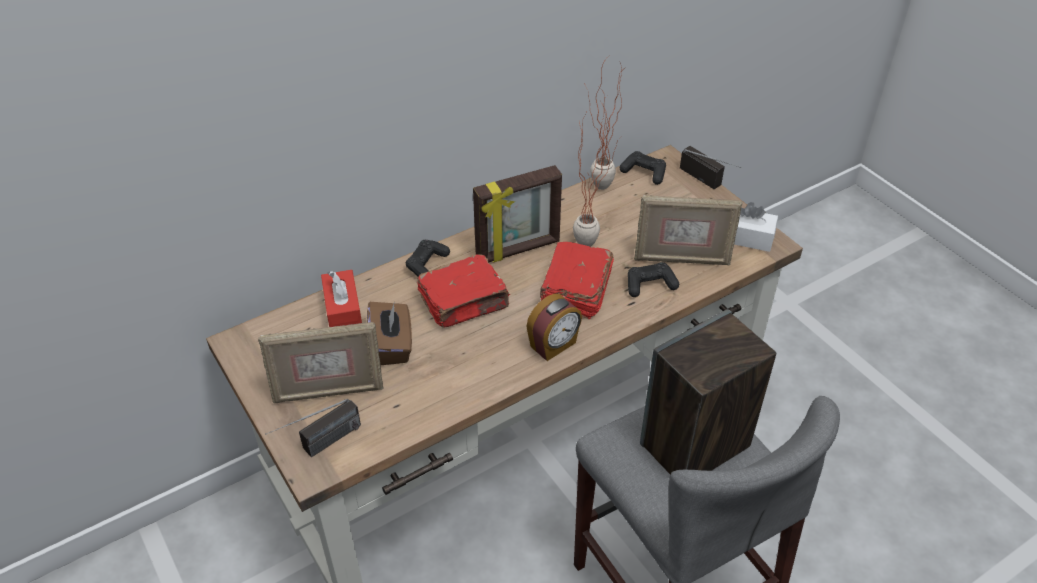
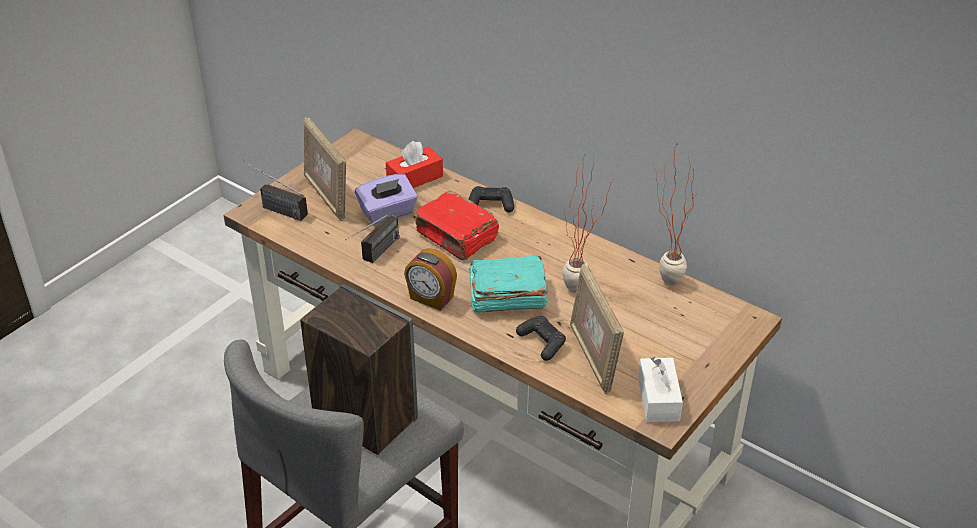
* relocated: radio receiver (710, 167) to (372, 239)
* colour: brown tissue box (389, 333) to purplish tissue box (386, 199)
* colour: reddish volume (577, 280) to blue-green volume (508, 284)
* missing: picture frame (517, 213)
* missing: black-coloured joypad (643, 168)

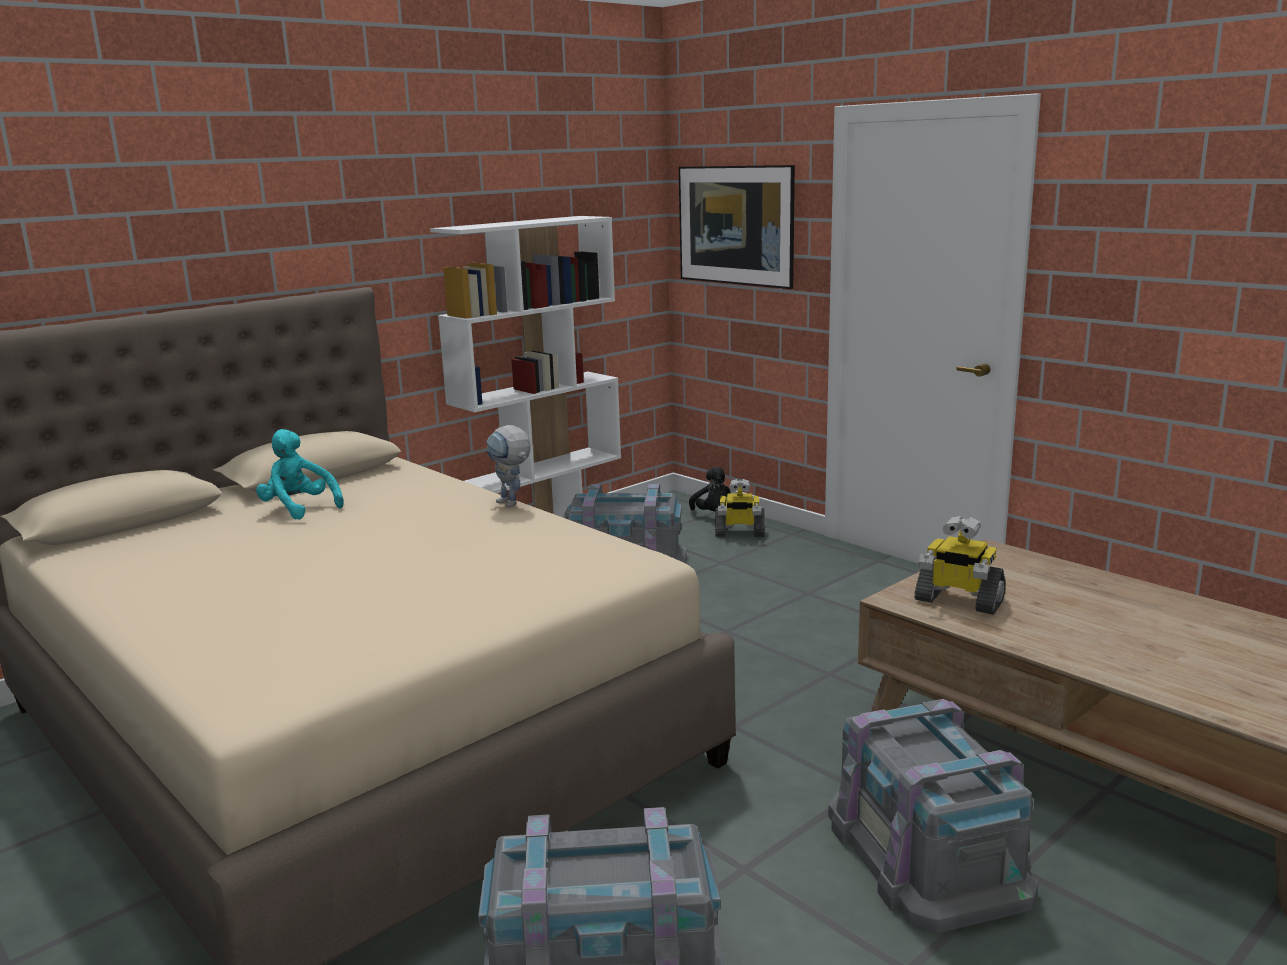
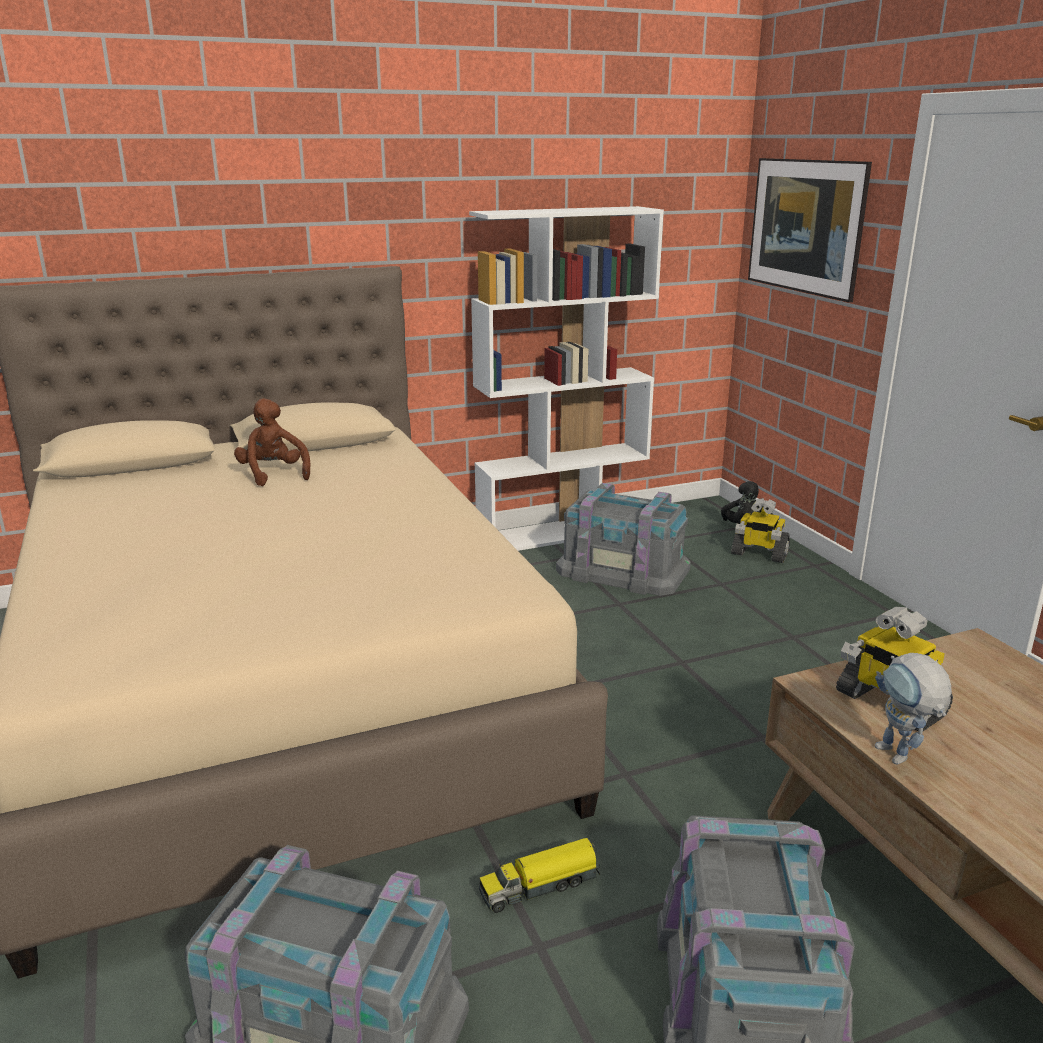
* colour: blue-green cuddly toy (300, 474) to brown cuddly toy (272, 442)
* appeared: toy lorry (539, 875)
* relocated: robot figure (508, 466) to (913, 709)

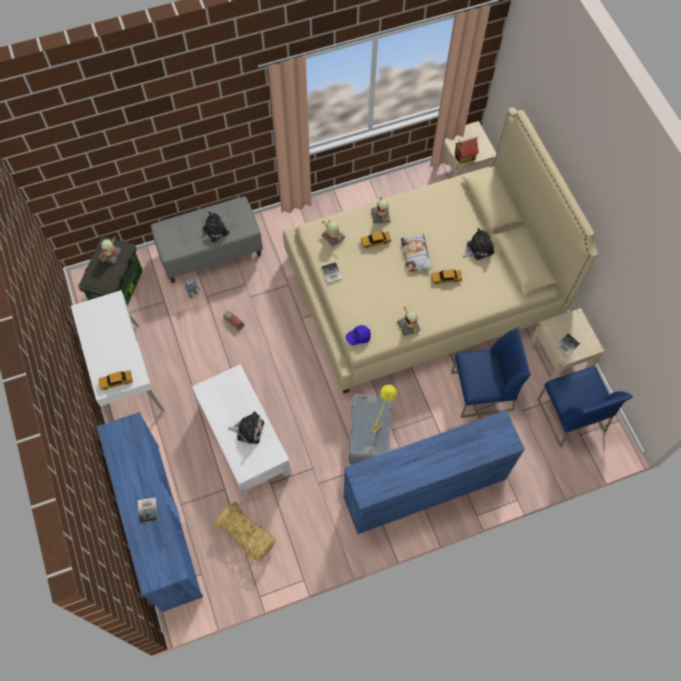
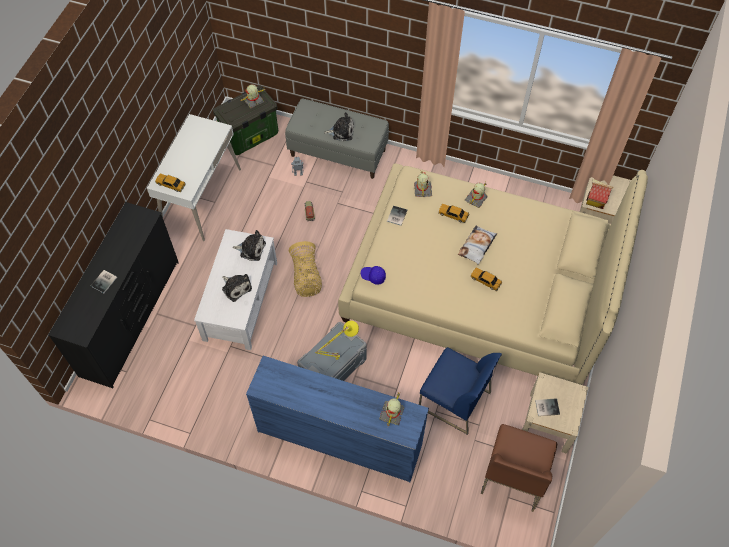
* colour: blue-coloured dresser (150, 512) to black-coloured dresser (113, 295)
* relocated: cuddly toy (478, 244) to (249, 245)
* relocated: household basket (245, 531) to (305, 269)
* relocated: robot figure (409, 321) to (391, 409)
* colour: blue-coloured chair (585, 407) to brown chair (519, 468)

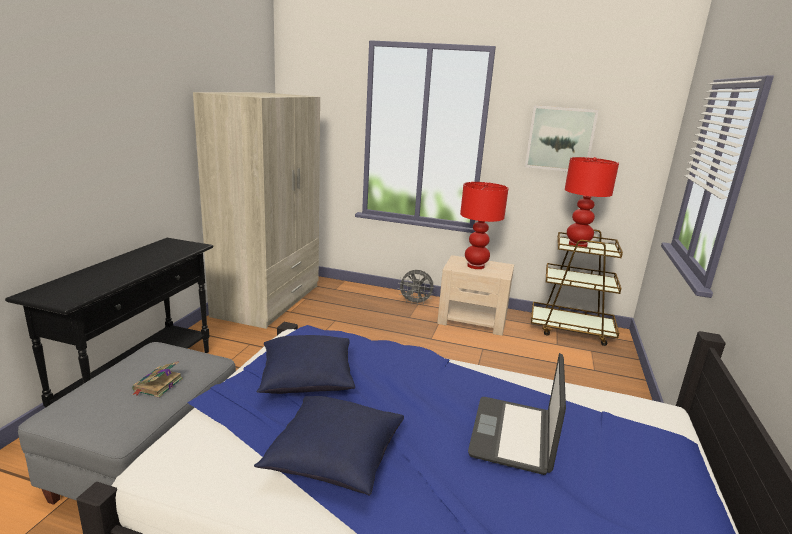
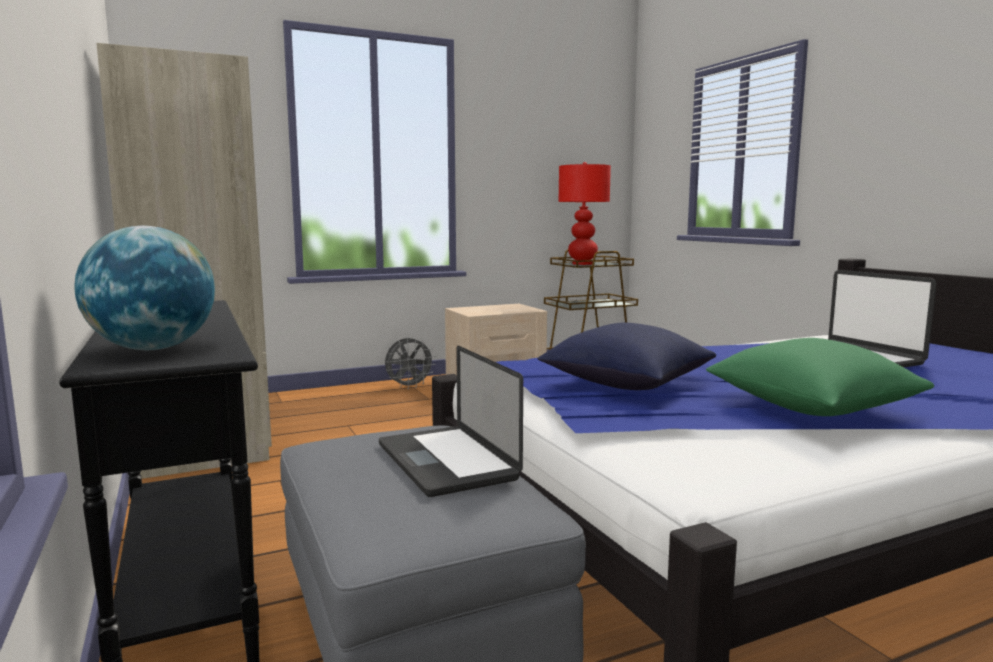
* appeared: globe (144, 288)
* exchanged: volume (157, 379) to portable computer (451, 421)
* colour: blue-coloured throw pillow (329, 446) to green-coloured throw pillow (820, 377)
* missing: reddish table lamp (484, 225)
* missing: wall picture (562, 138)

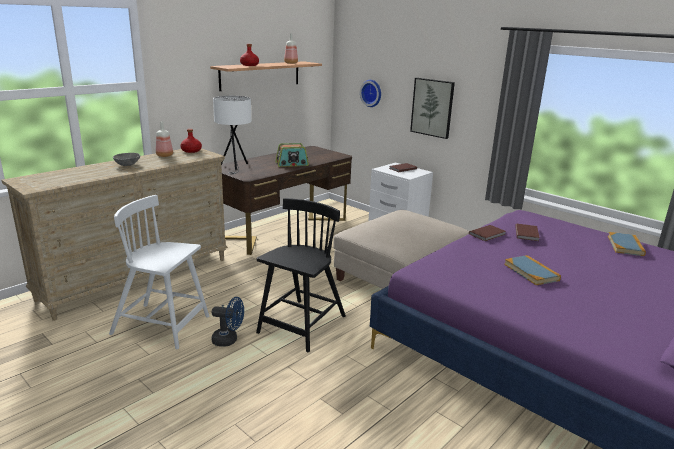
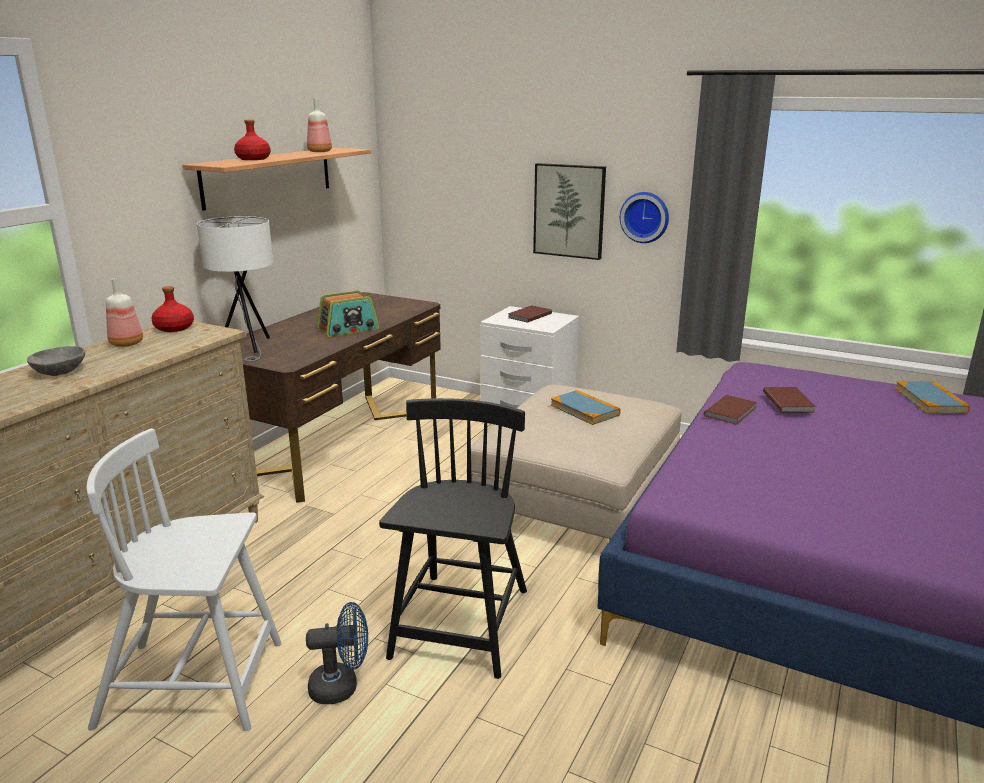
* relocated: volume (532, 270) to (585, 407)
* relocated: clock on the wall (370, 93) to (644, 217)

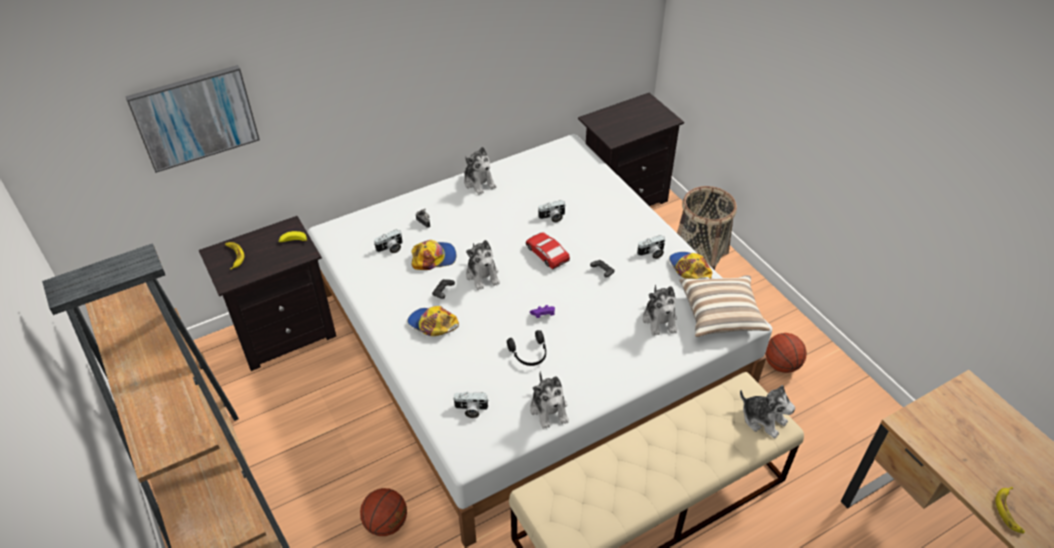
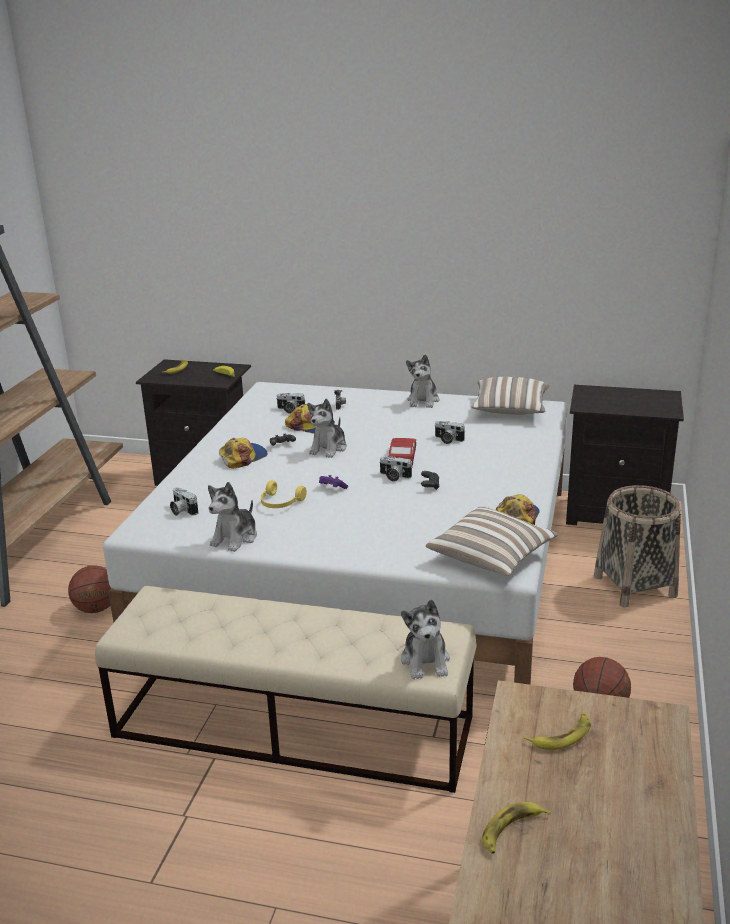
* spun: cap (433, 321) = (243, 453) 60 degrees clockwise
* colour: black-coloured headset (526, 348) to yellowish headset (284, 494)
* relocated: photo camera (651, 247) to (396, 468)
* appeared: throw pillow (510, 396)
* appeared: banana fruit (558, 731)
* missing: wall picture (192, 119)
* missing: cuddly toy (660, 310)

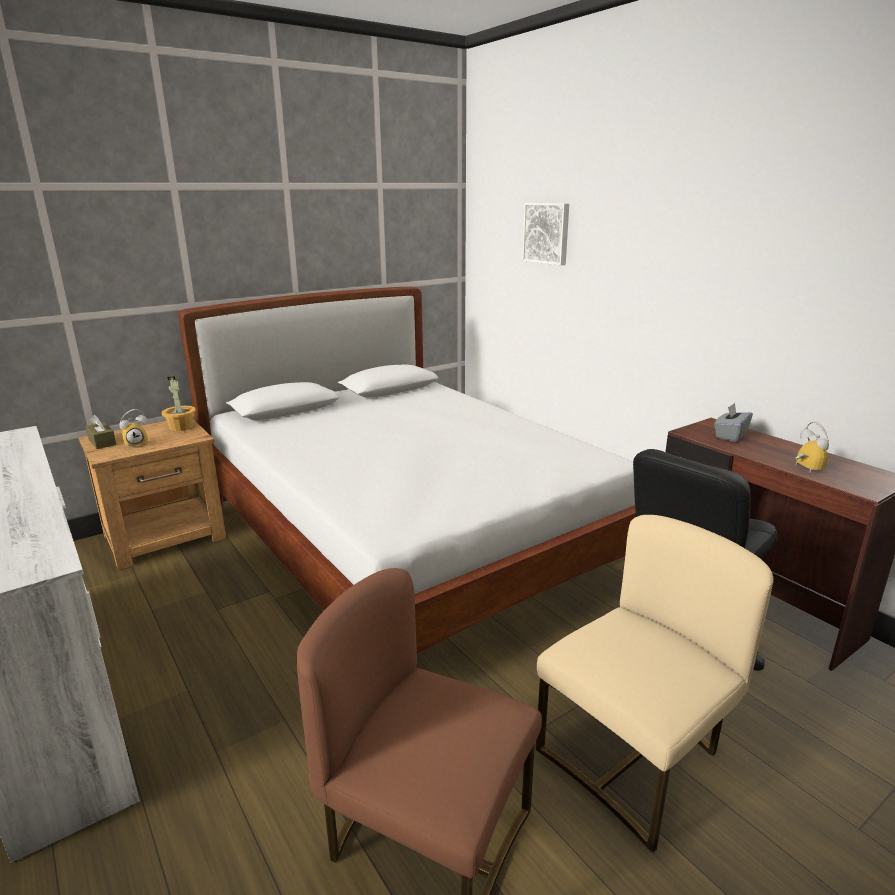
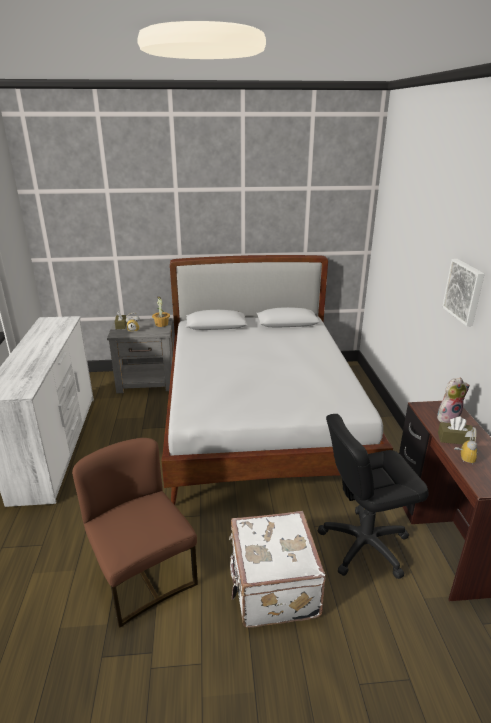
* colour: brown nightstand (152, 495) to gray nightstand (140, 356)
* exchanged: sand-coloured chair (654, 684) to white-coloured travel case (277, 569)
* exchanged: gray tissue box (733, 422) to cuddly toy (453, 400)
* appeared: brown tissue box (456, 431)
* relocated: wall picture (545, 234) to (463, 292)

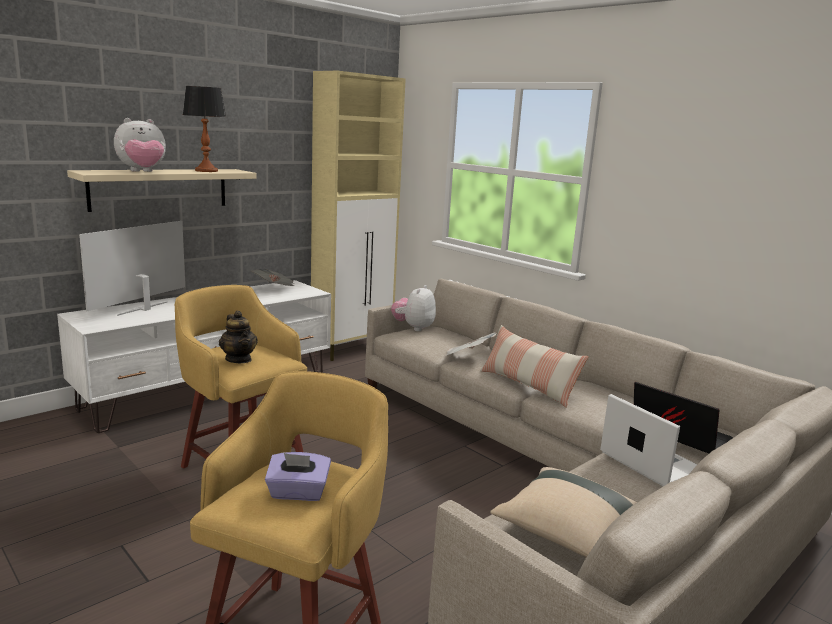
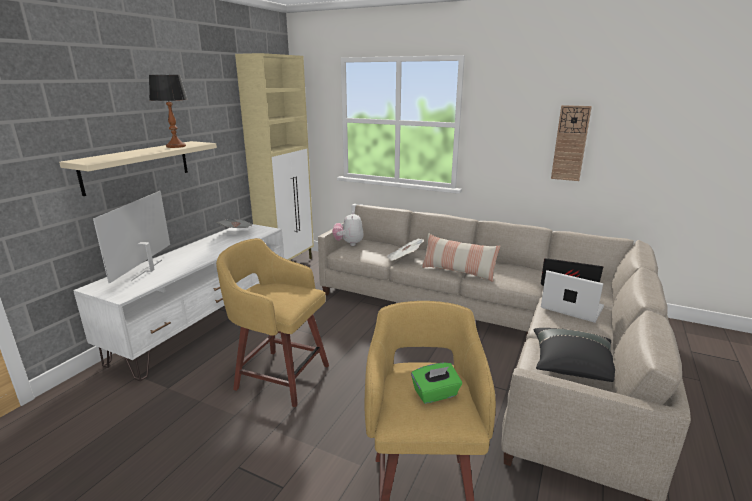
* colour: purplish tissue box (298, 476) to green-coloured tissue box (436, 383)
* colour: sand-coloured throw pillow (563, 512) to black-coloured throw pillow (574, 355)
* appeared: clock on the wall (571, 143)
* missing: cuddly toy (140, 145)
* missing: pot for tea (238, 337)

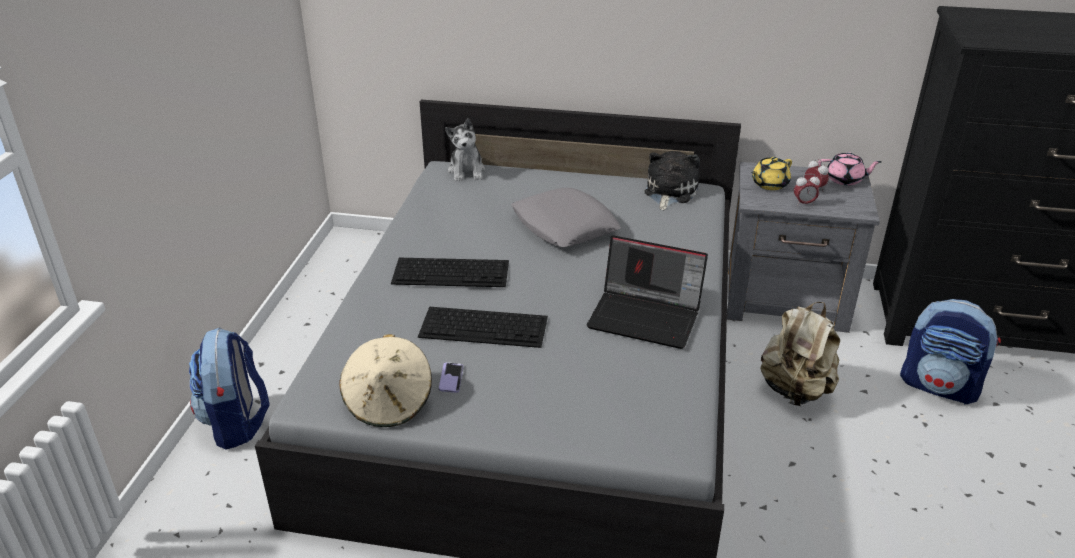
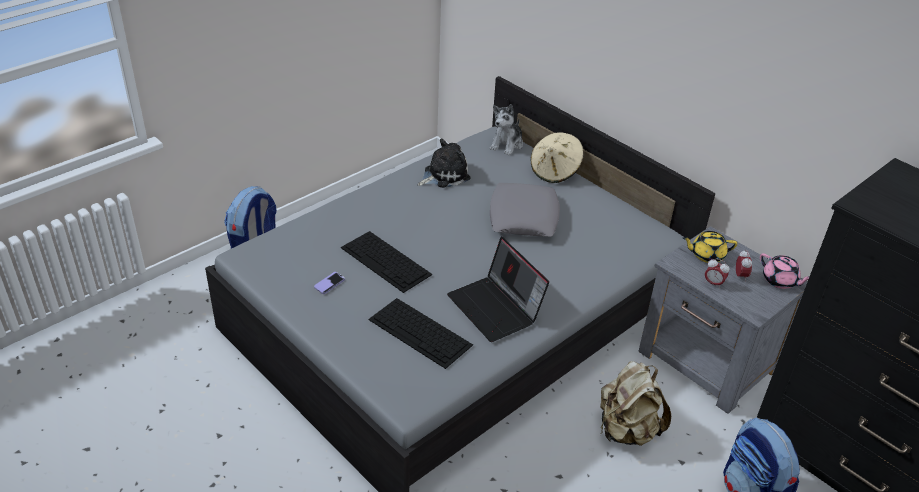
* relocated: keyboard (450, 272) to (421, 333)
* relocated: cuddly toy (672, 180) to (444, 163)
* relocated: sand-coloured wearable hat (385, 380) to (557, 157)

